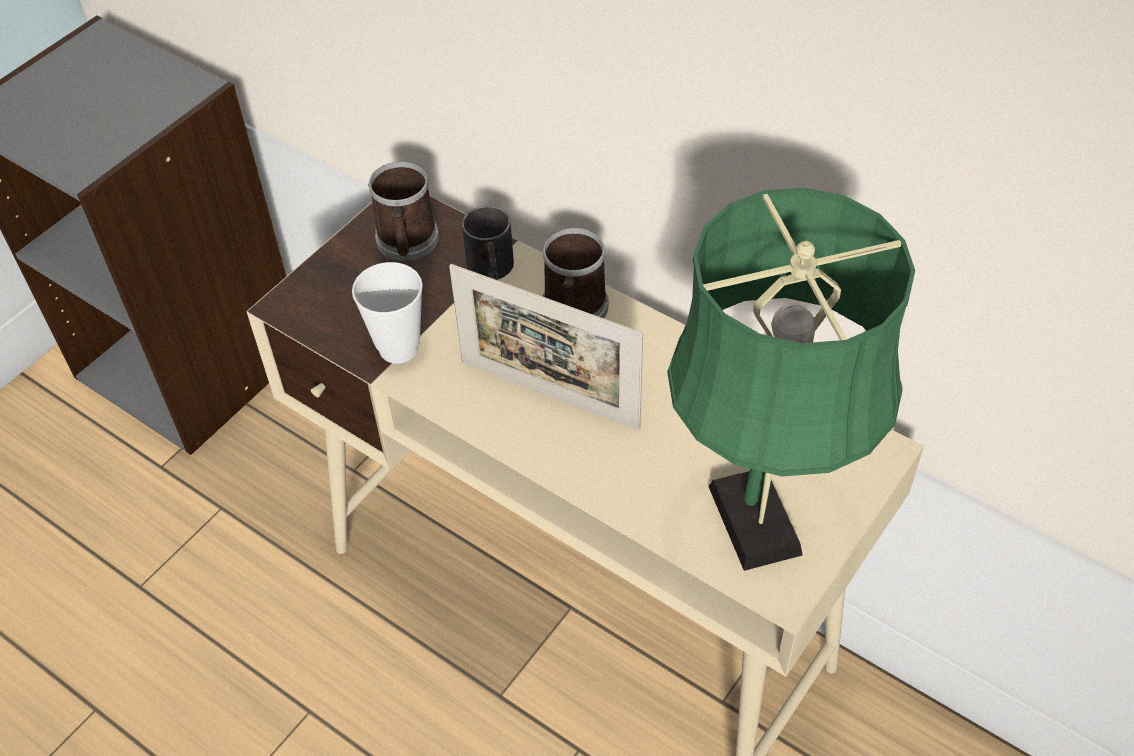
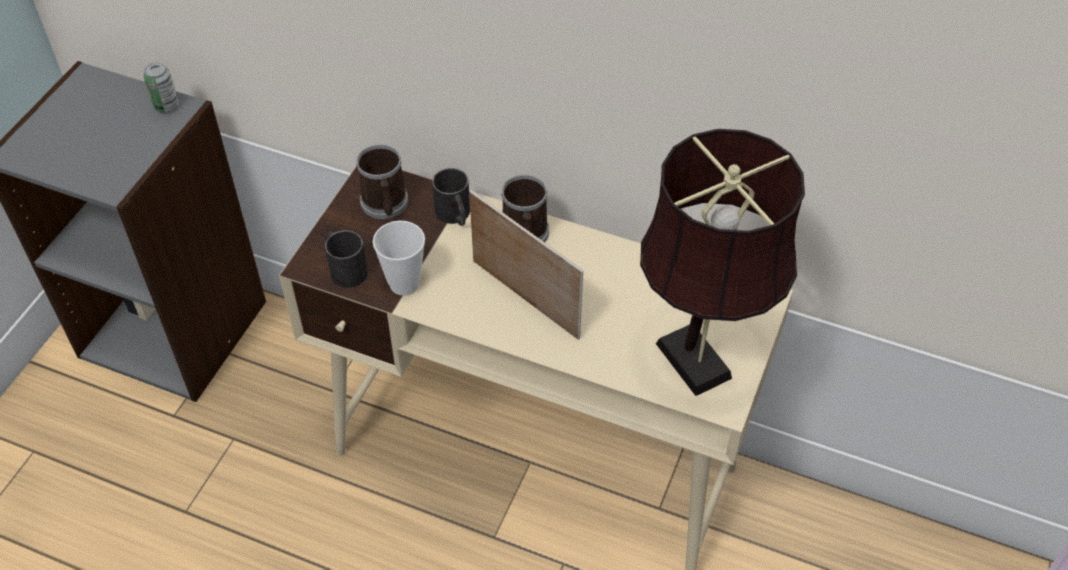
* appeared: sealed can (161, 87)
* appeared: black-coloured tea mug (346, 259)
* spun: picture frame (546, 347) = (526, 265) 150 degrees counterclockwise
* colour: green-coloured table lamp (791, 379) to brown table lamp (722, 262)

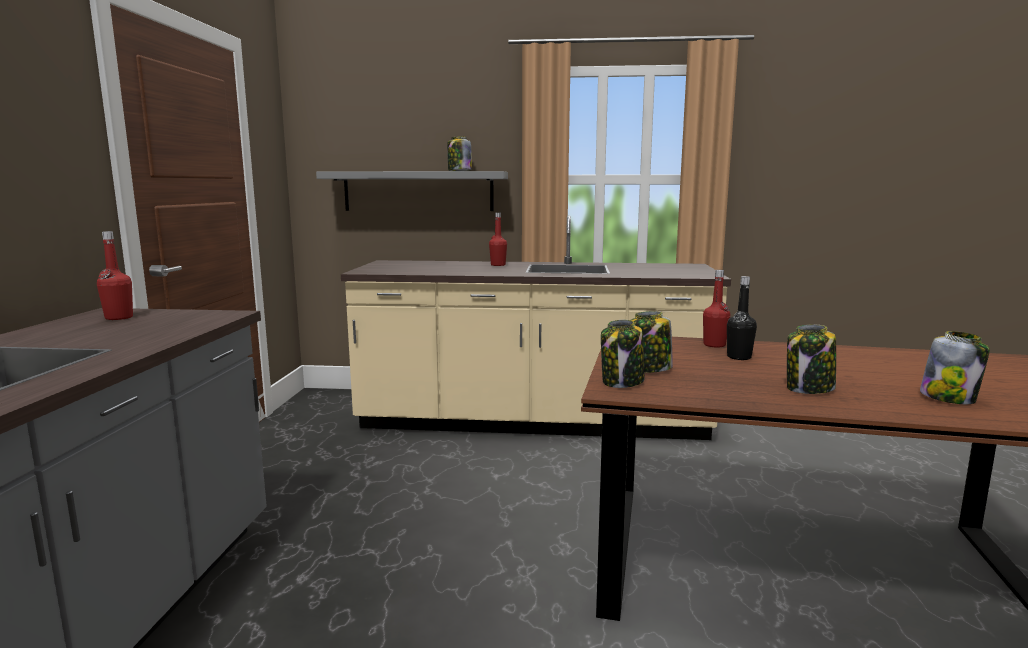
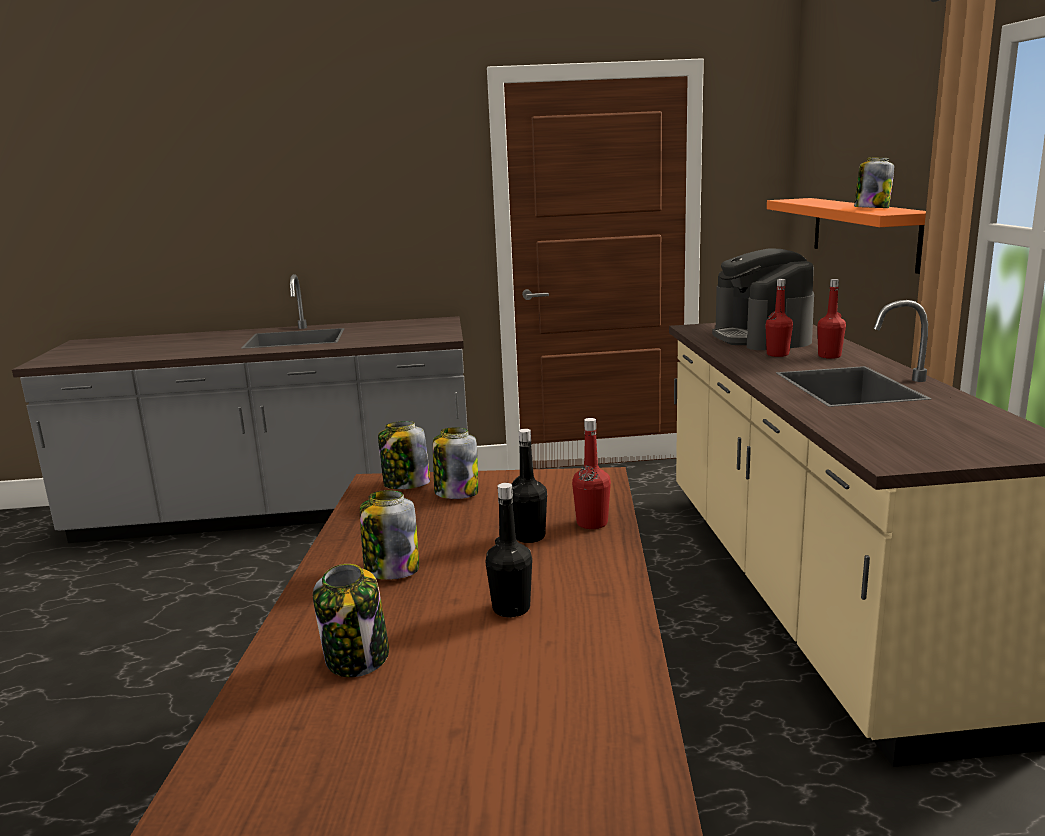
* appeared: black-coloured drink bottle (508, 550)
* appeared: coffee brewer (763, 299)
* relocated: reddish drink bottle (115, 275) to (779, 318)
* colour: gray wall shelf (412, 191) to orange wall shelf (846, 236)

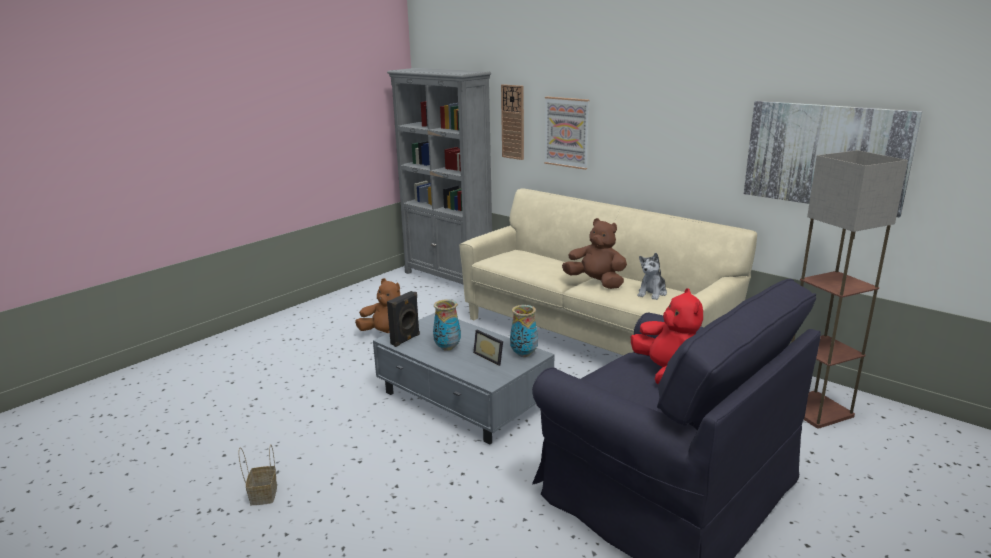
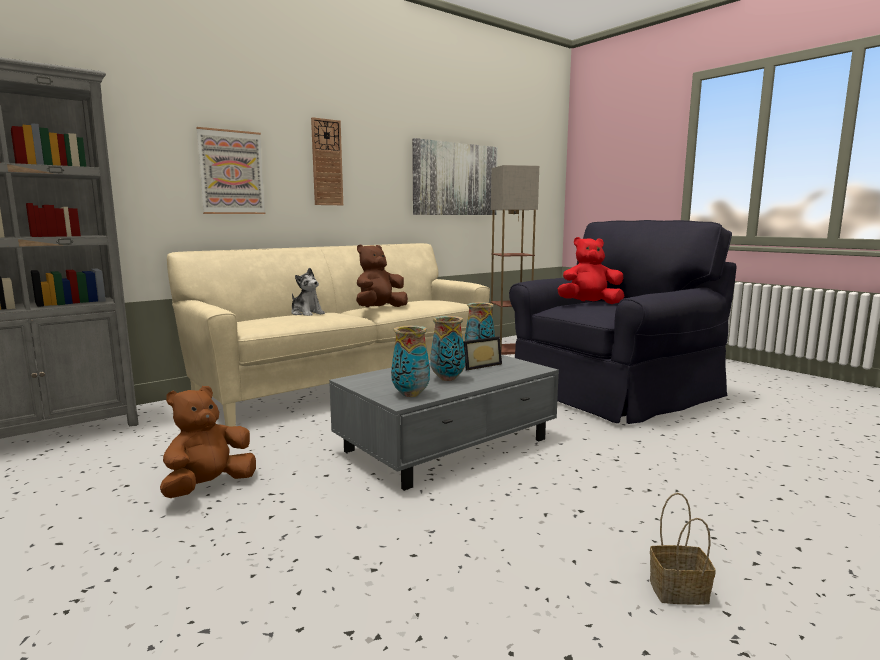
* relocated: cuddly toy (652, 276) to (308, 292)
* relocated: clock on the wall (512, 122) to (327, 161)
* exchanged: black-coloured loudspeaker (403, 319) to decorative vase (410, 361)

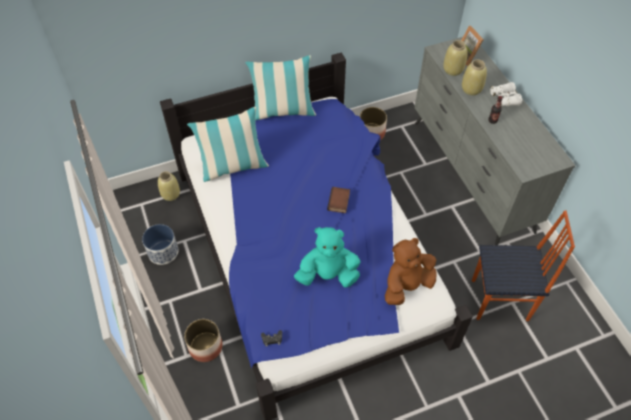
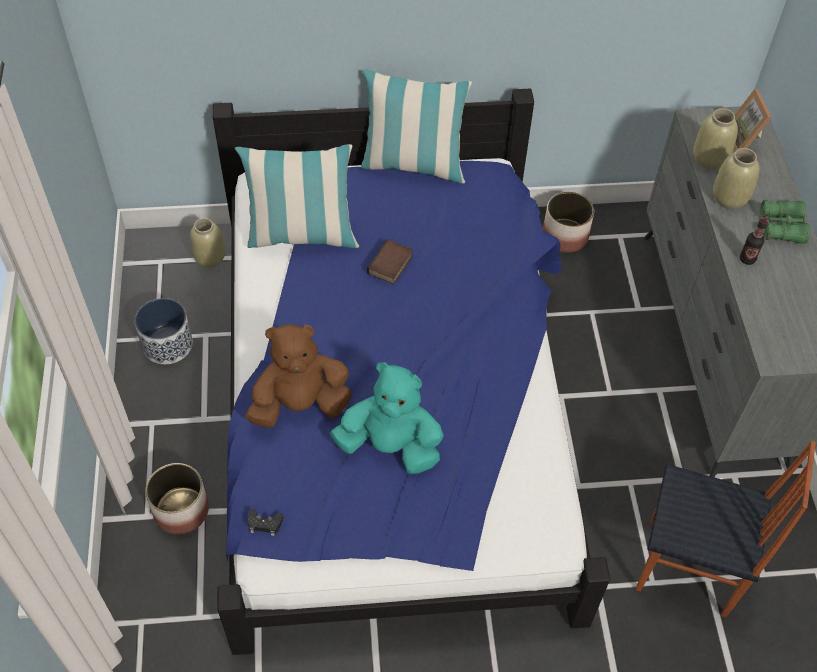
* relocated: brown cuddly toy (411, 271) to (298, 376)
* relocated: volume (338, 200) to (390, 261)
* colour: white-coloured binoculars (506, 94) to green-coloured binoculars (785, 222)

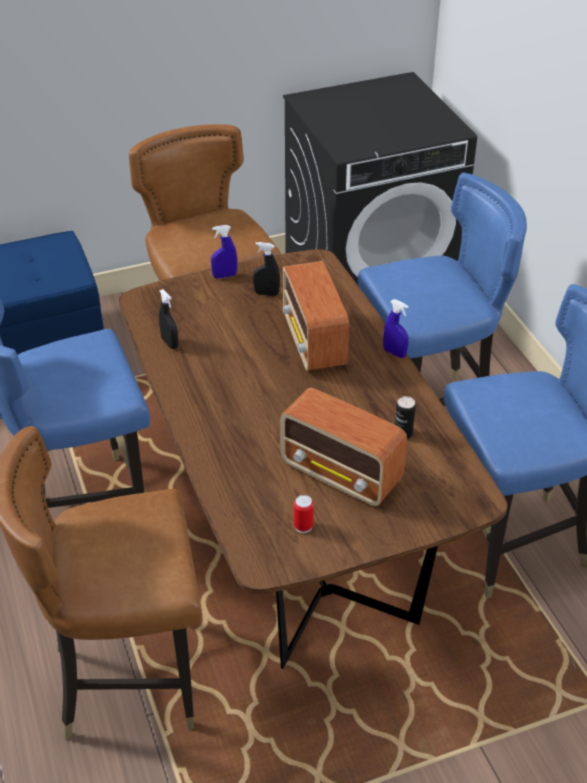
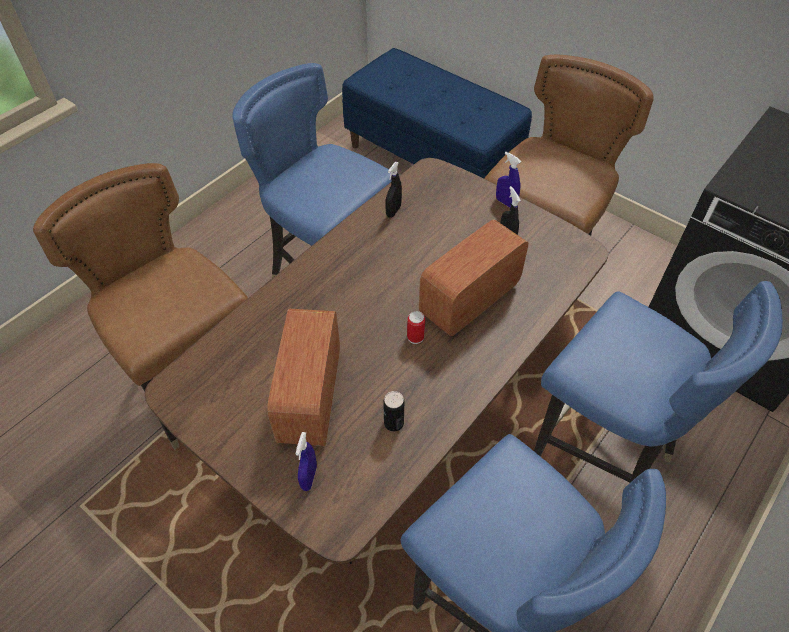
* relocated: blue-coloured sprayer (396, 328) to (306, 461)
* relocated: sealed can (303, 514) to (416, 327)

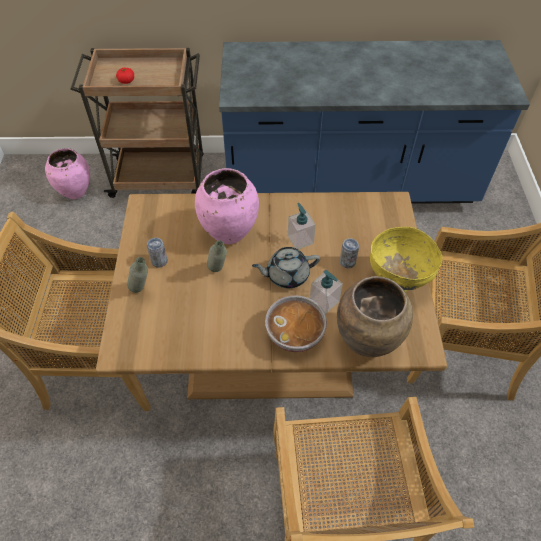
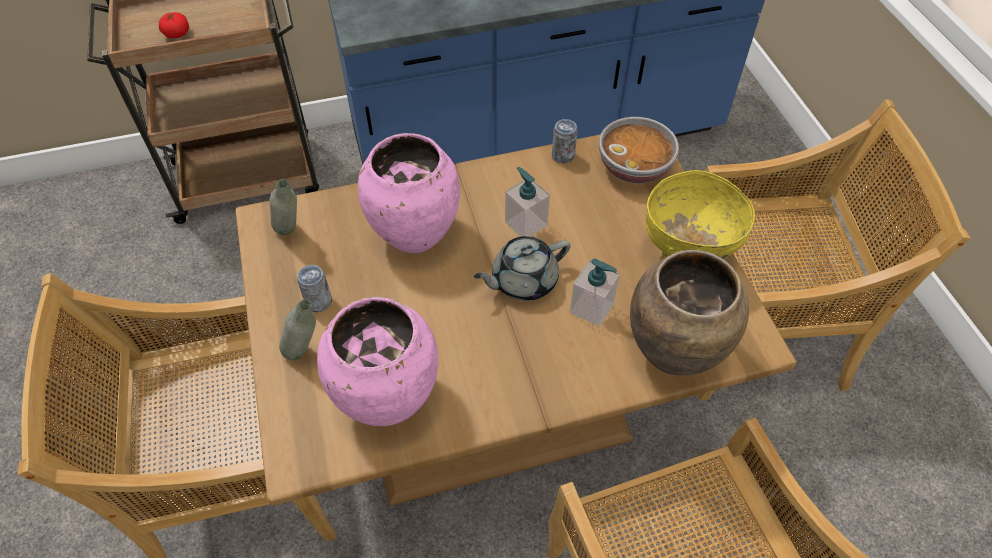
* relocated: gray drink bottle (217, 256) to (283, 207)
* relocated: pink-coloured decorative vase (67, 173) to (377, 361)
* relocated: sealed can (349, 253) to (565, 141)
* relocated: serving bowl (296, 323) to (639, 150)

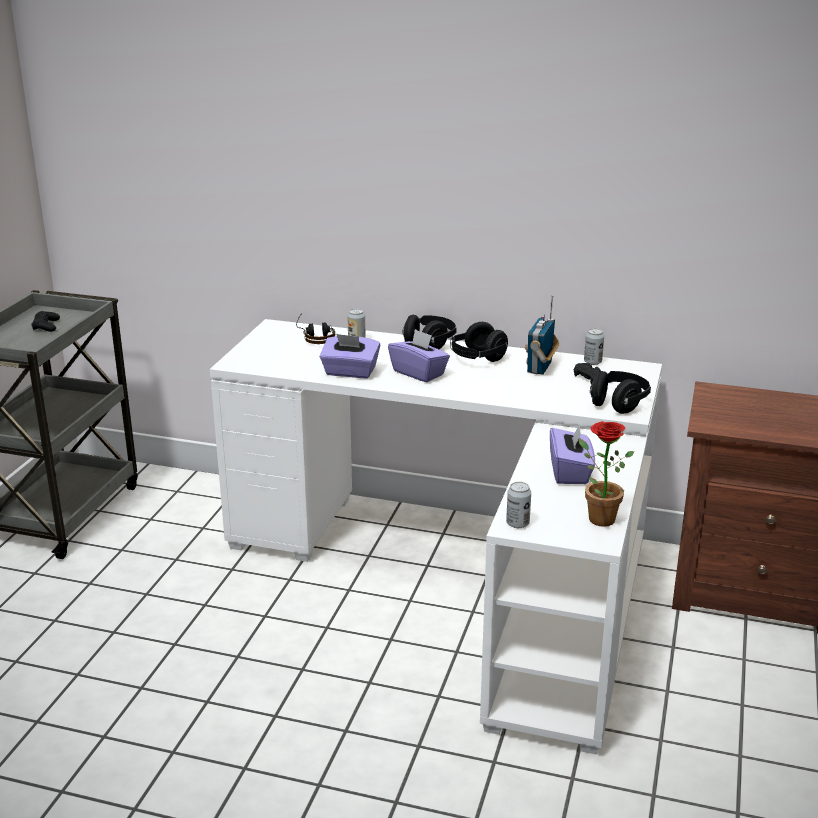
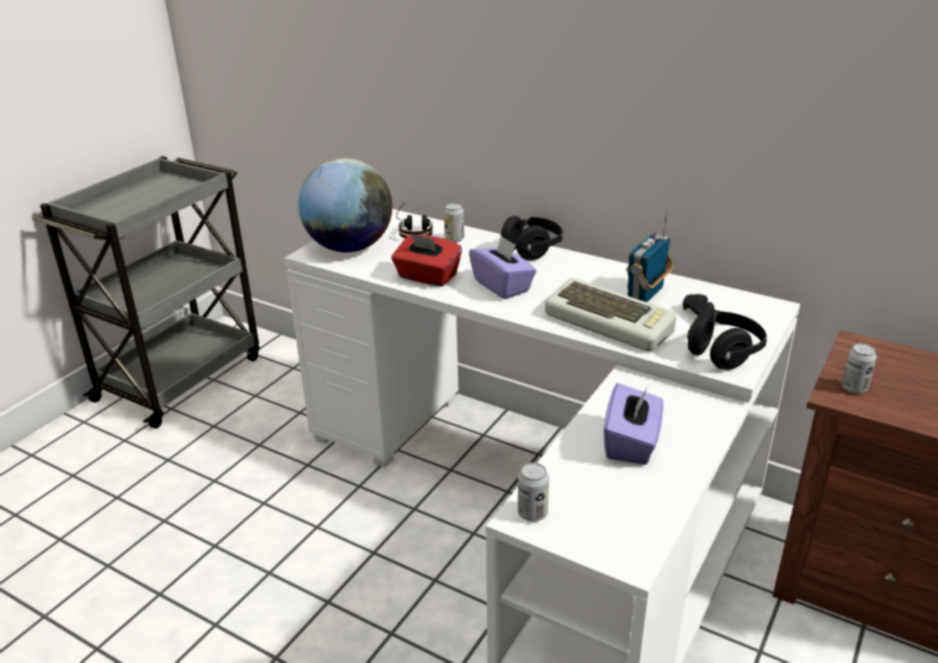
* appeared: globe (345, 205)
* colour: purplish tissue box (350, 356) to reddish tissue box (426, 260)
* appeared: keyboard (610, 315)
* relocated: sealed can (594, 346) to (859, 368)
* missing: black-coloured joypad (45, 321)
* missing: black-coloured headset (479, 342)
* missing: houseplant (606, 474)

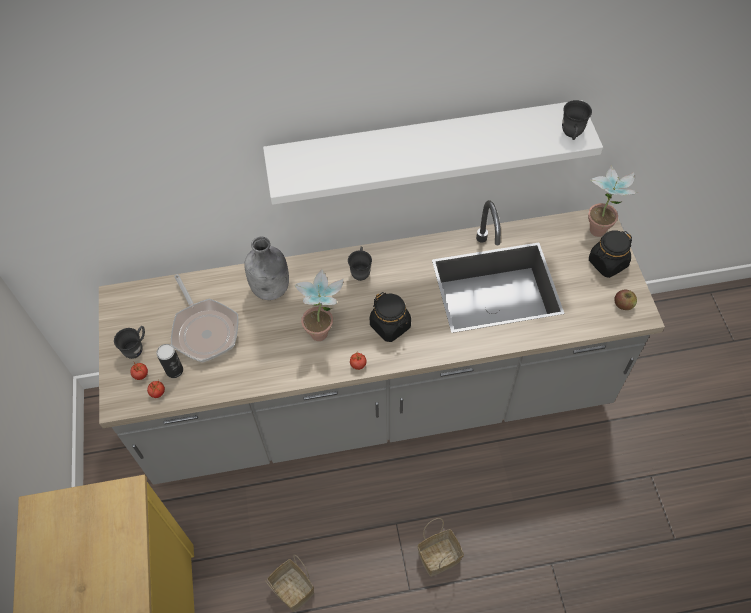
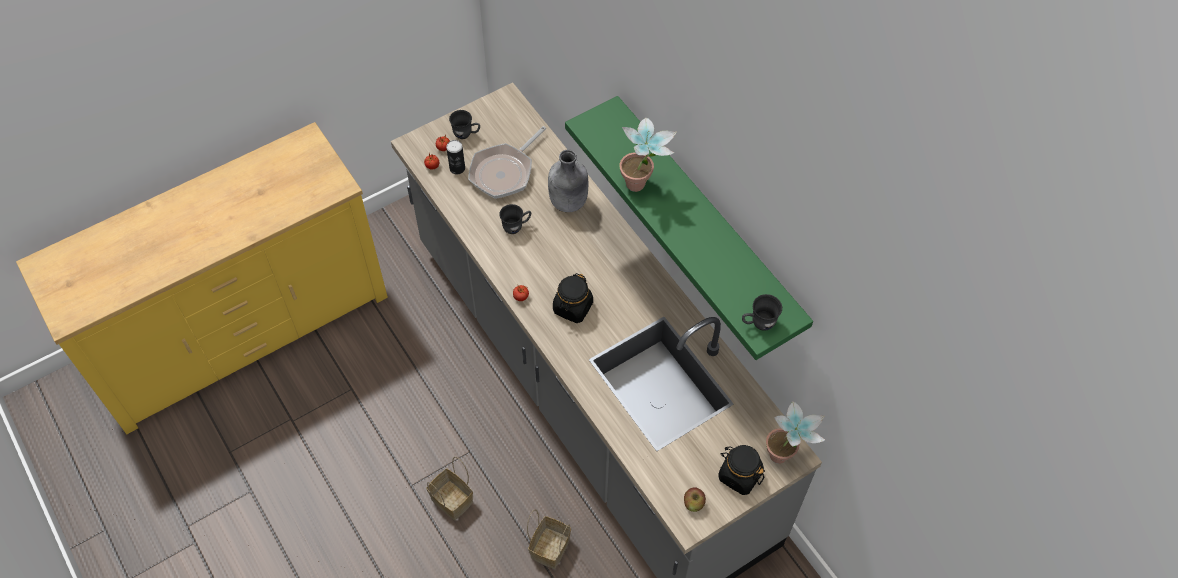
* relocated: gray tea mug (360, 263) to (515, 219)
* relocated: household basket (289, 583) to (549, 539)
* colour: white-coloured wall shelf (433, 152) to green-coloured wall shelf (689, 228)
* relocated: houseplant (319, 305) to (648, 155)

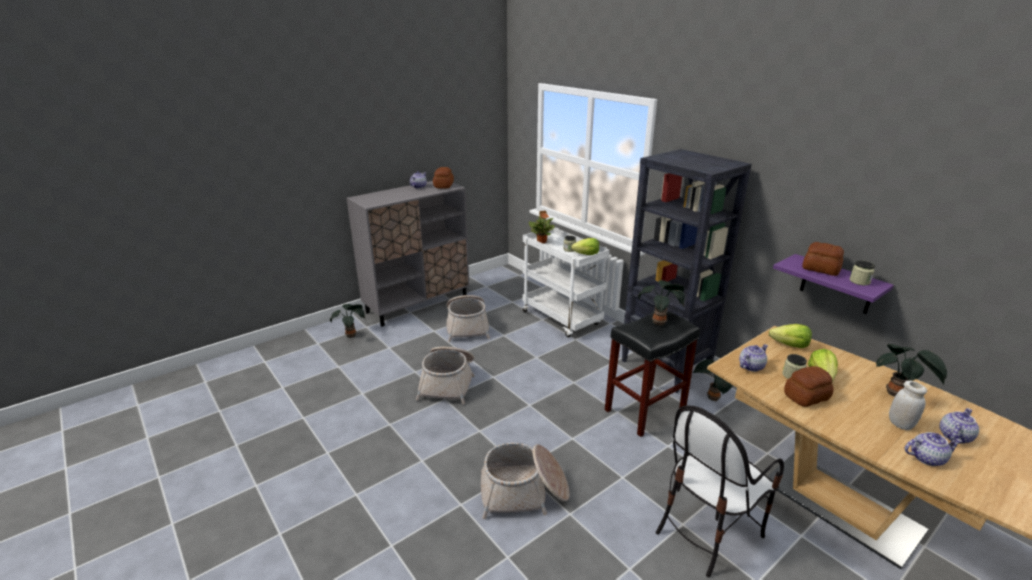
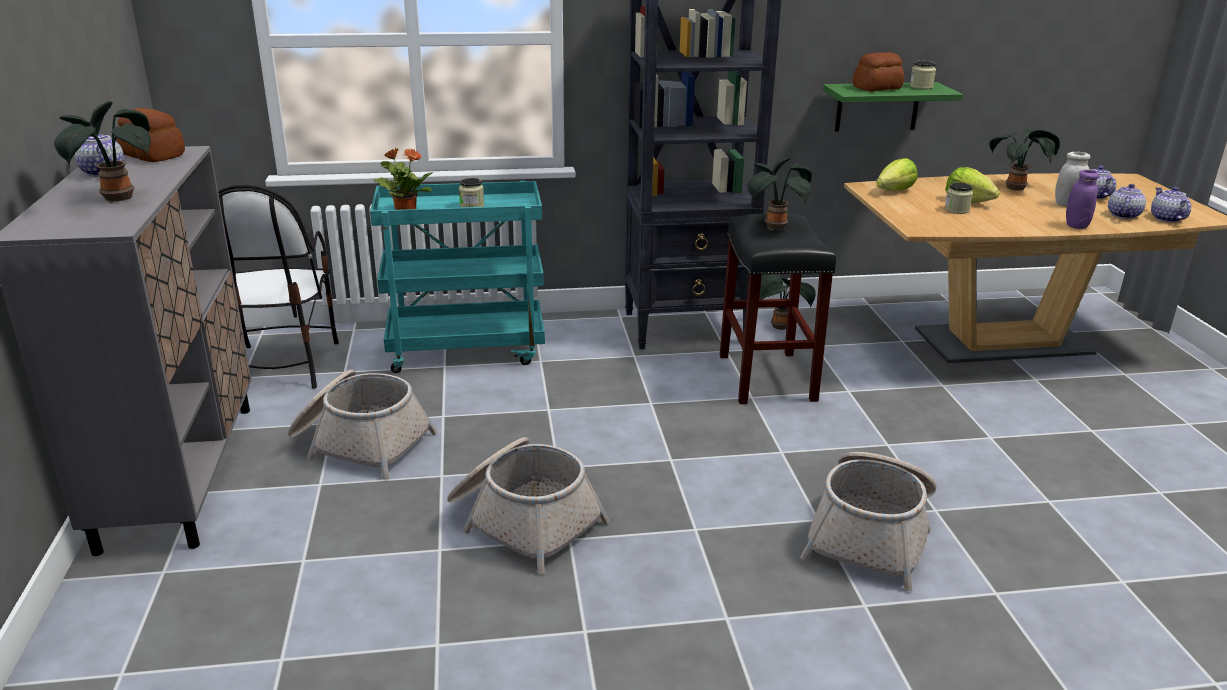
* relocated: houseplant (347, 321) to (102, 152)
* relocated: chair (719, 491) to (278, 287)
* colour: white-coloured trolley (566, 282) to blue-green trolley (457, 277)
* colour: purplish wall shelf (833, 284) to green-coloured wall shelf (893, 107)
* appeared: purplish storage jar (1082, 199)
* relocated: pot for tea (753, 358) to (1171, 205)
* missing: lettuce head (585, 246)
* missing: bread (808, 386)

